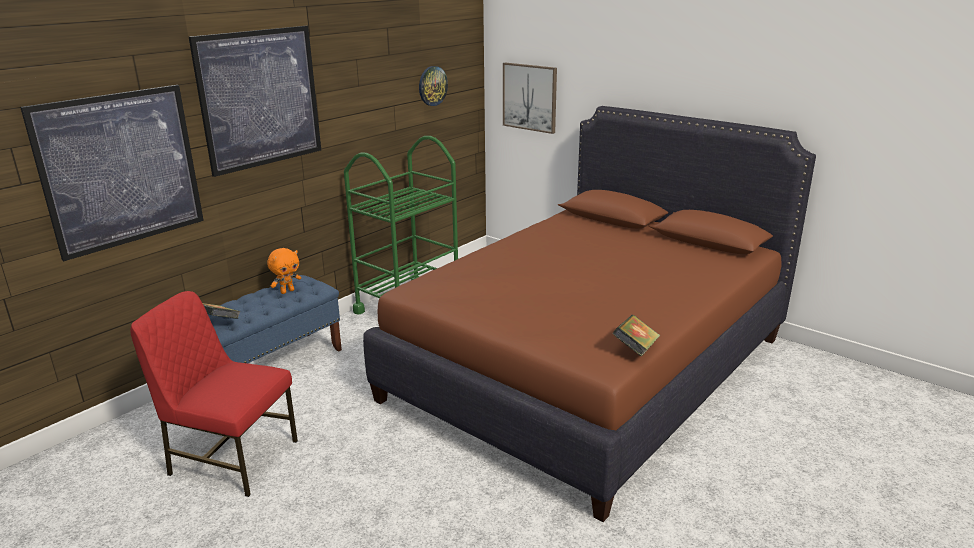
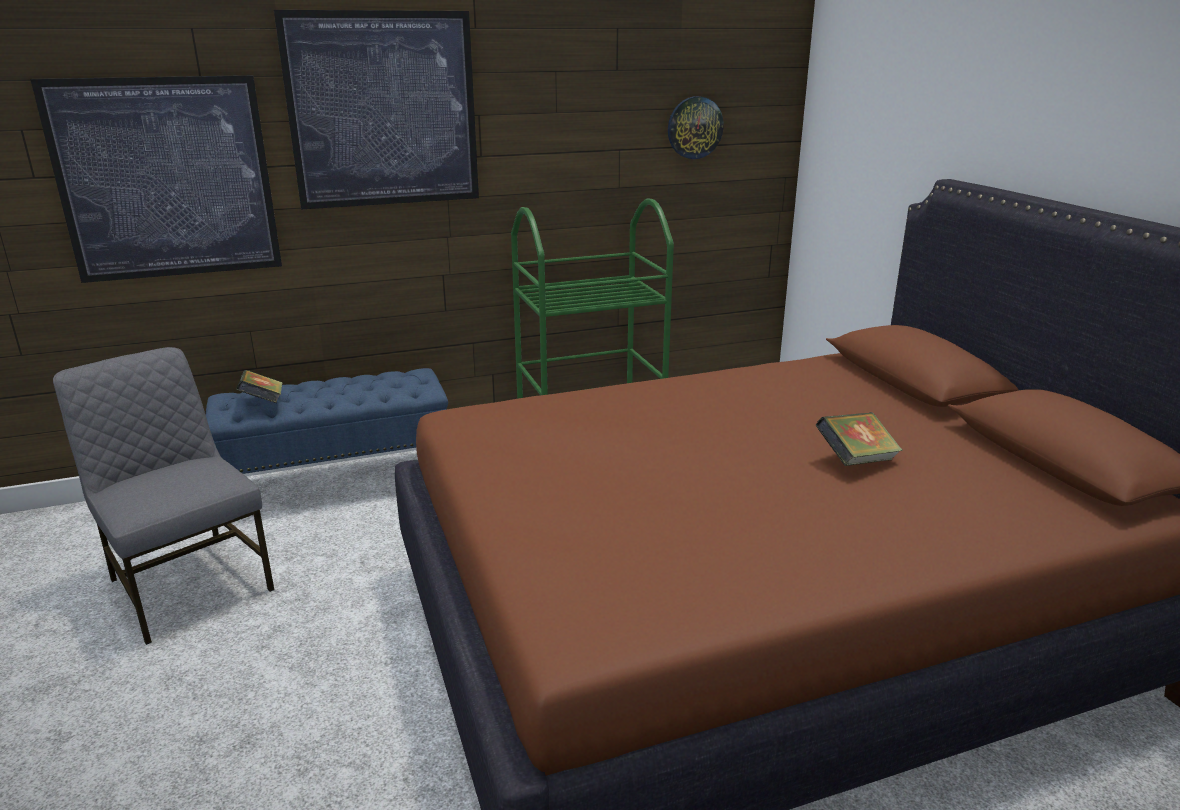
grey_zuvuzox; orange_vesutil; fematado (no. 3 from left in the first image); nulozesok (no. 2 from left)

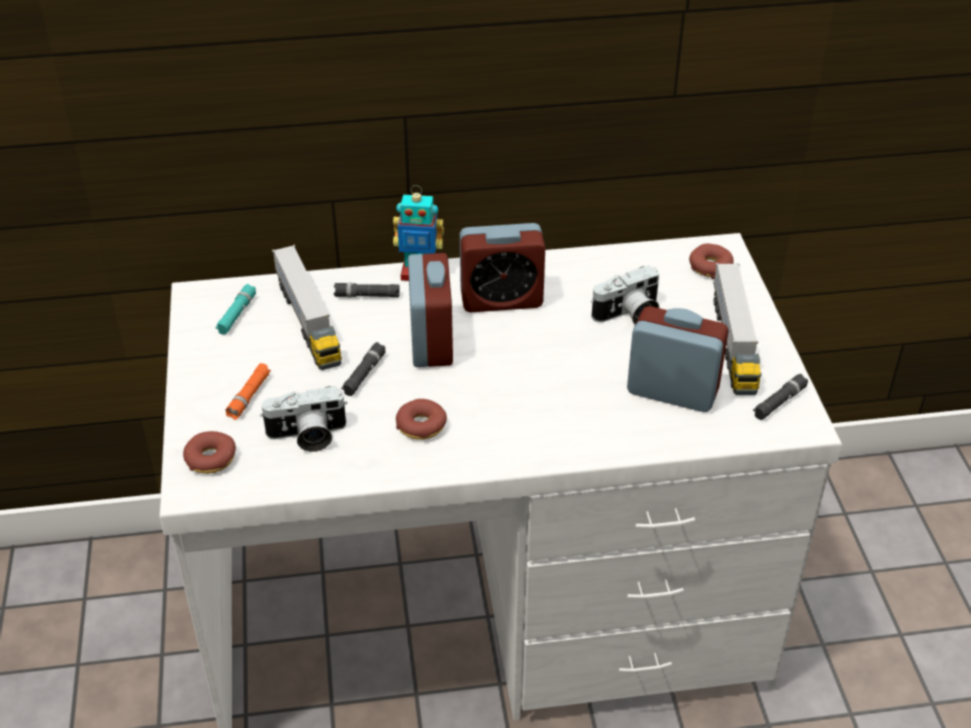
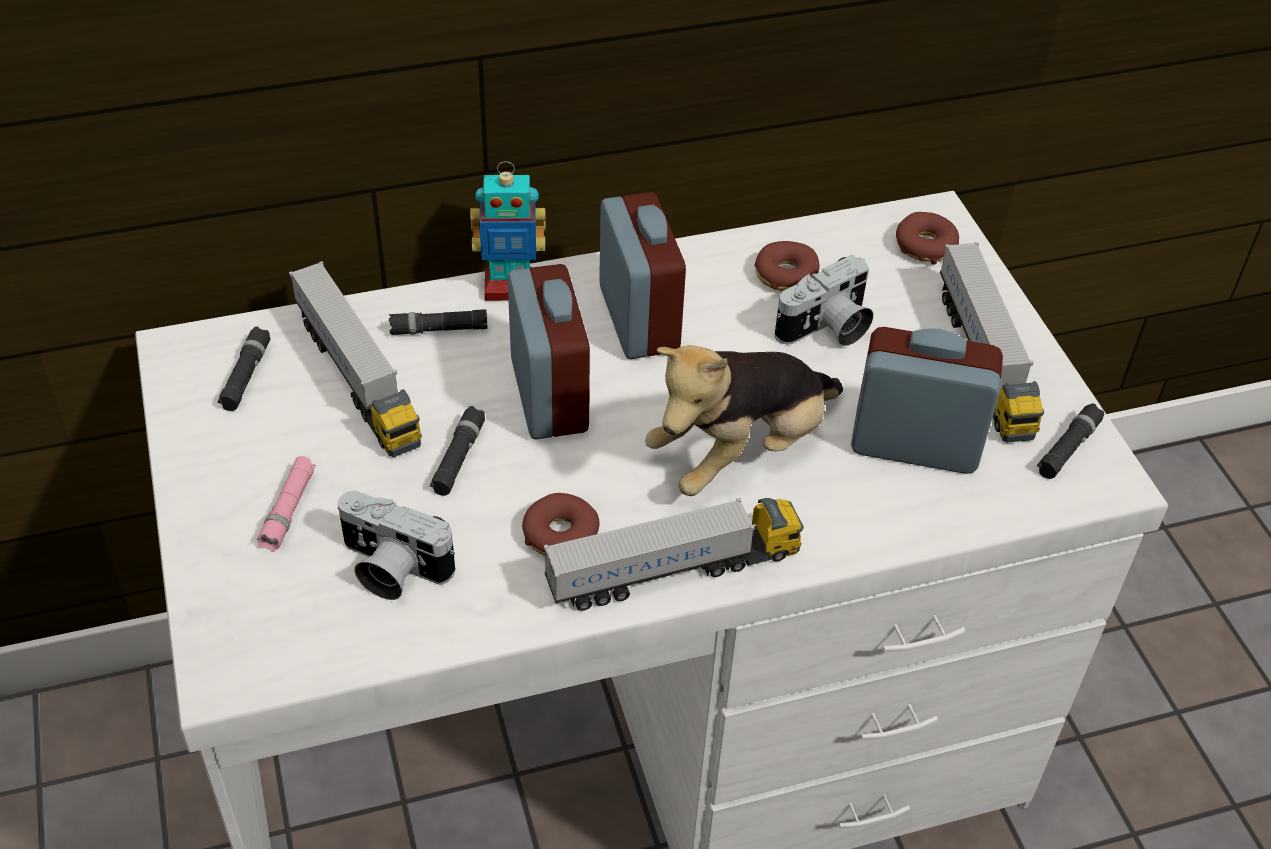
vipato (no. 2 from left); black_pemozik (no. 1 from left); pink_pemozik; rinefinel (no. 1 from left); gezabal (no. 2 from left); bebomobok (no. 2 from left); vesutil

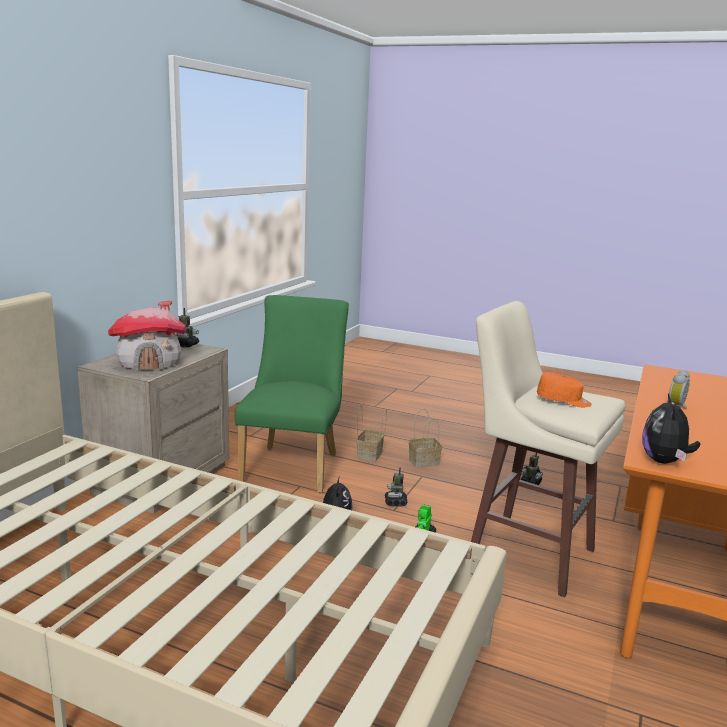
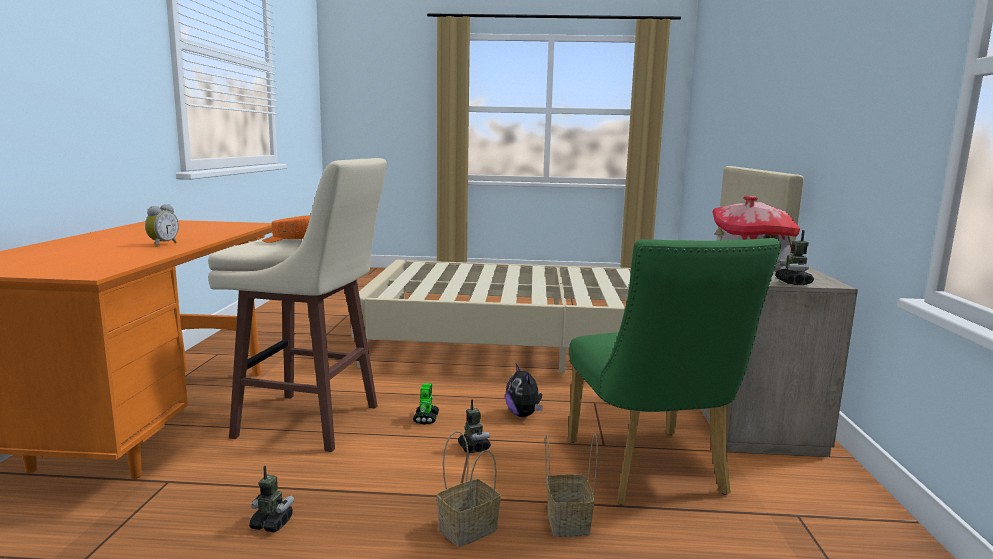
vesutil (no. 2 from left in the first image)

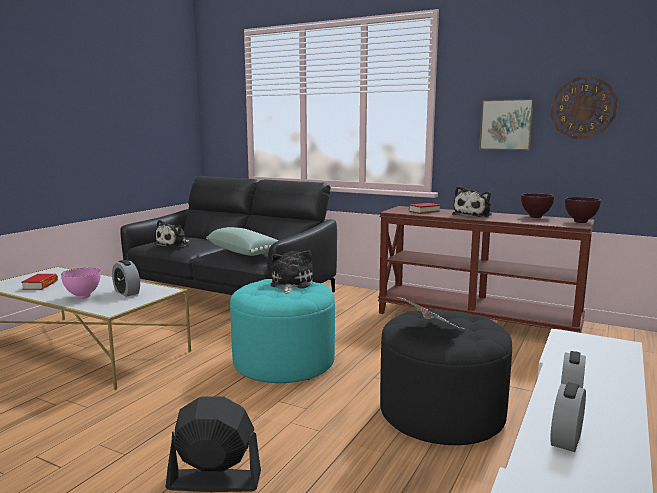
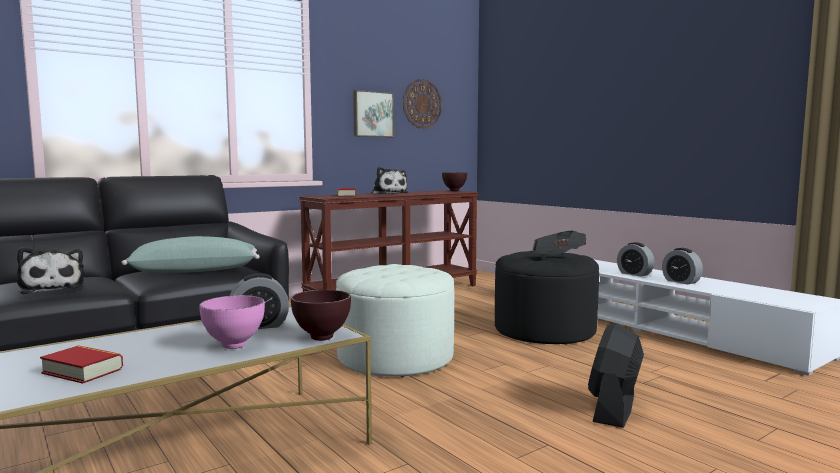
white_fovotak; vesutil (no. 2 from left in the first image); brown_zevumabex (no. 1 from left)

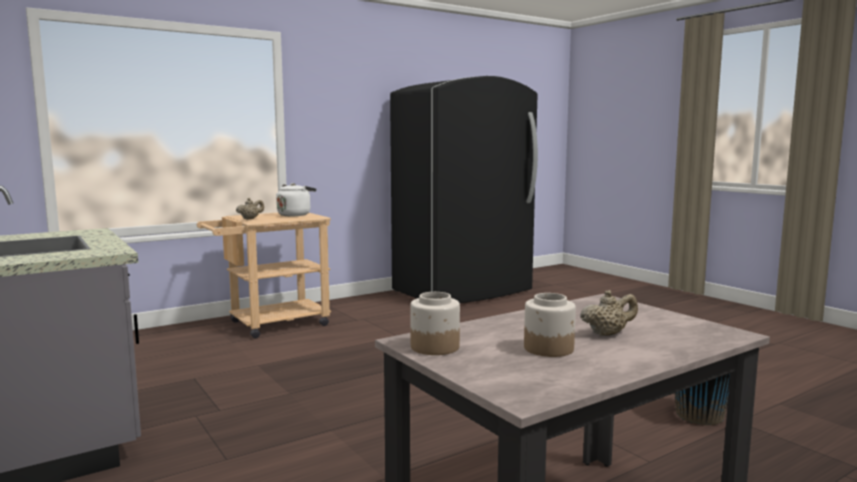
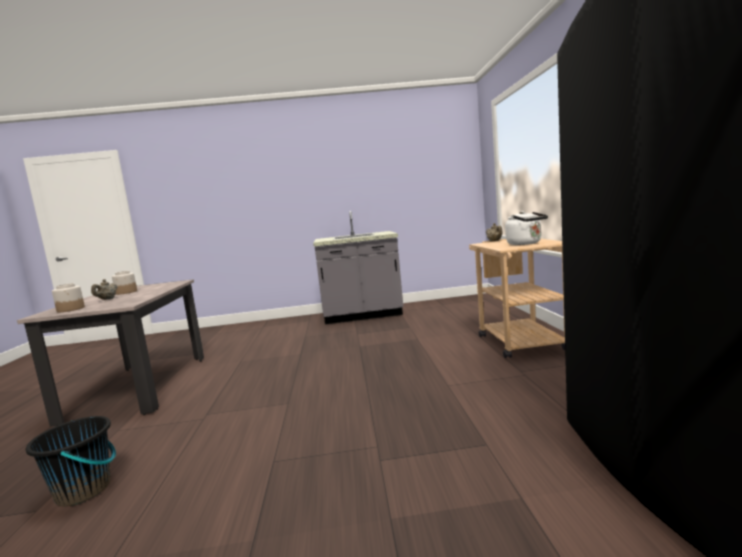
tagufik (no. 1 from left)

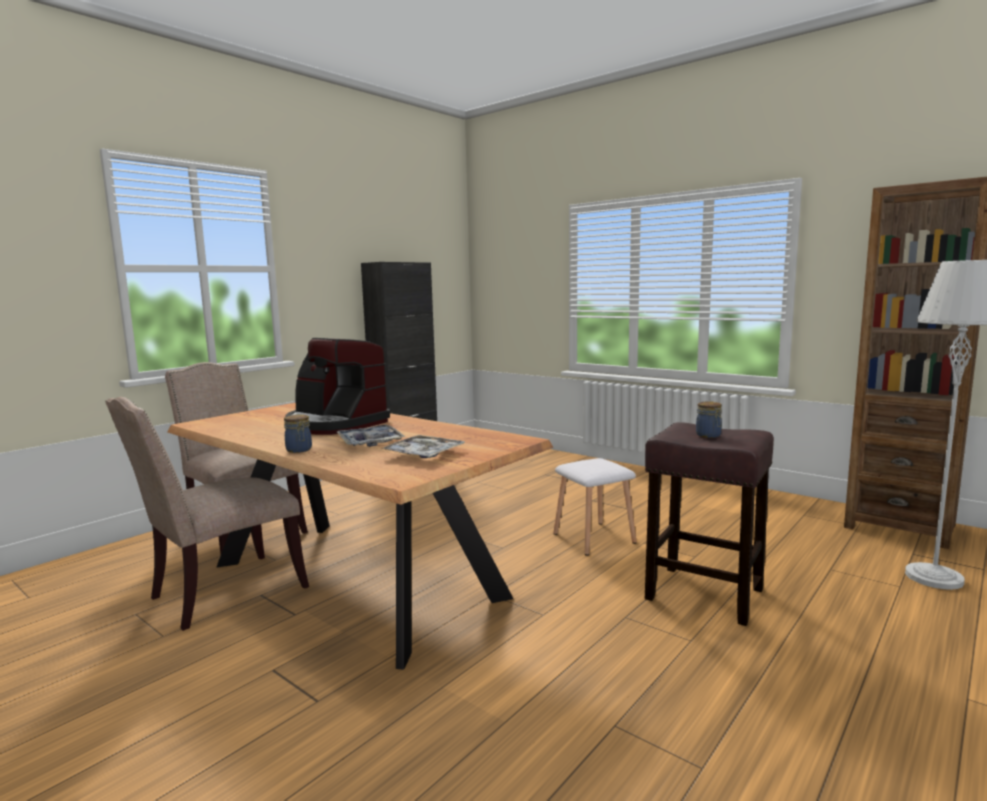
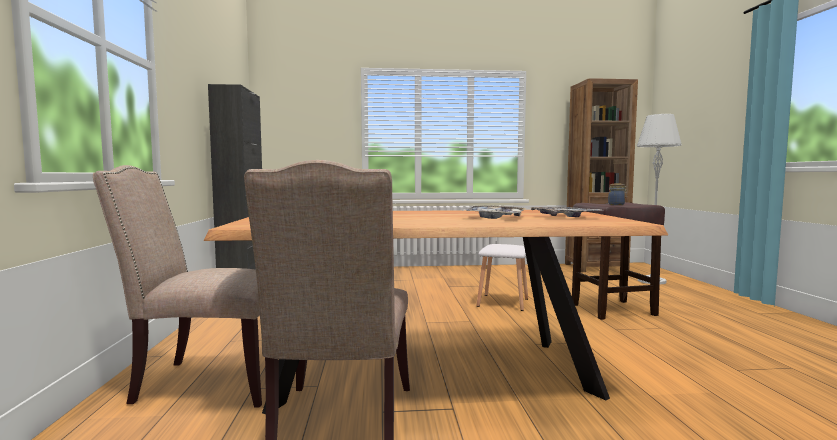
tagufik (no. 1 from left in the first image); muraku

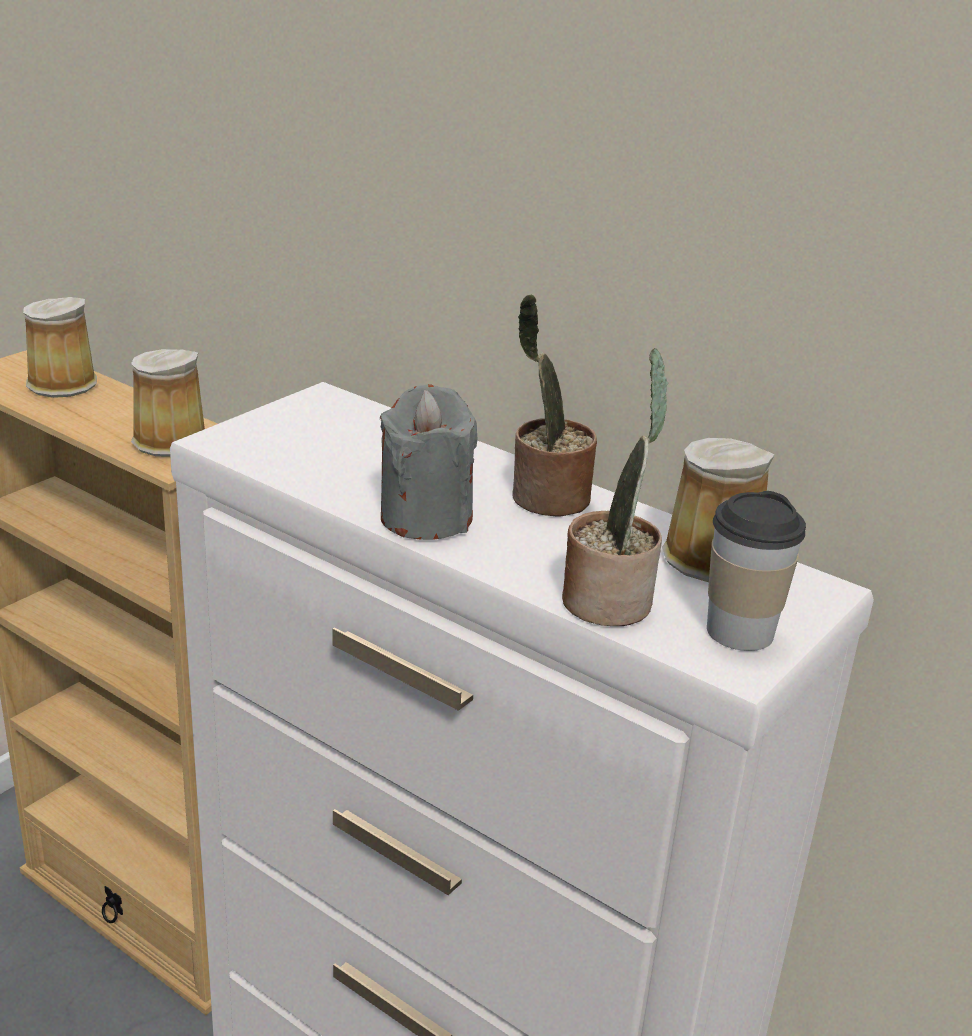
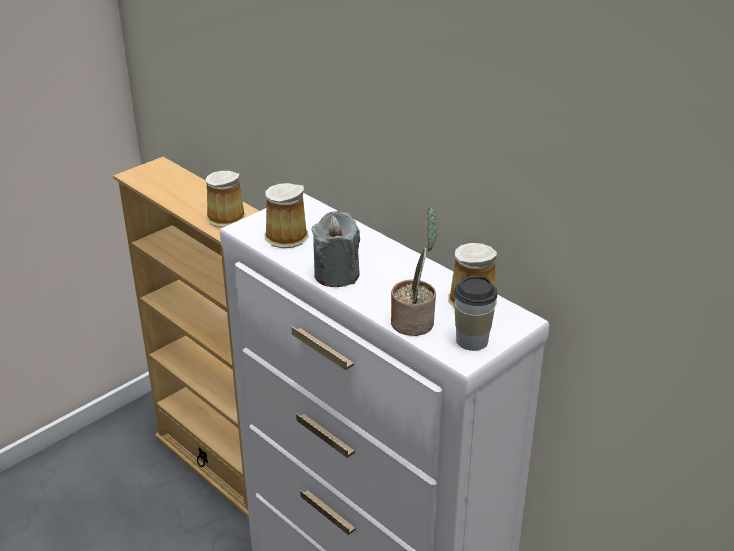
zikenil (no. 2 from left); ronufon (no. 1 from left in the first image)

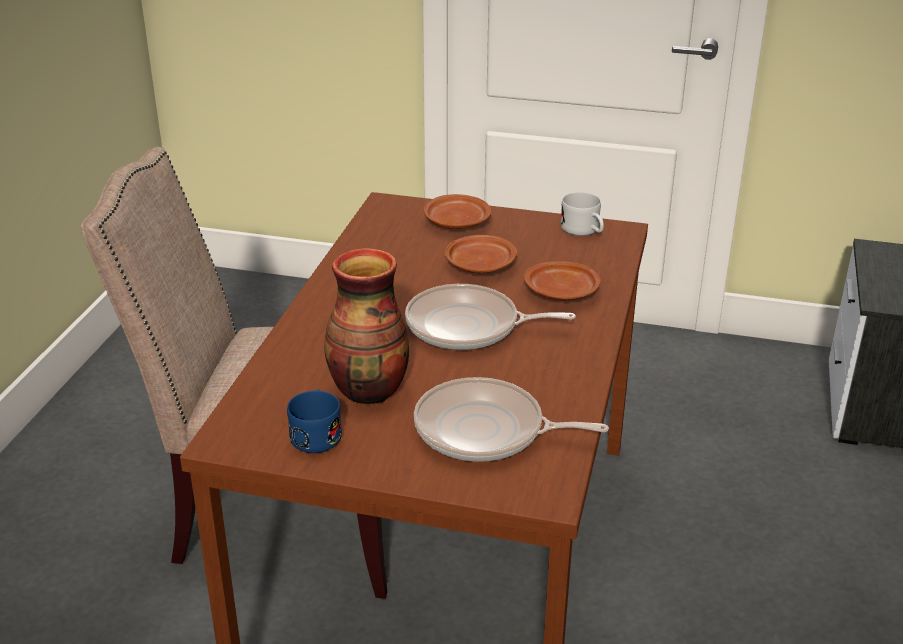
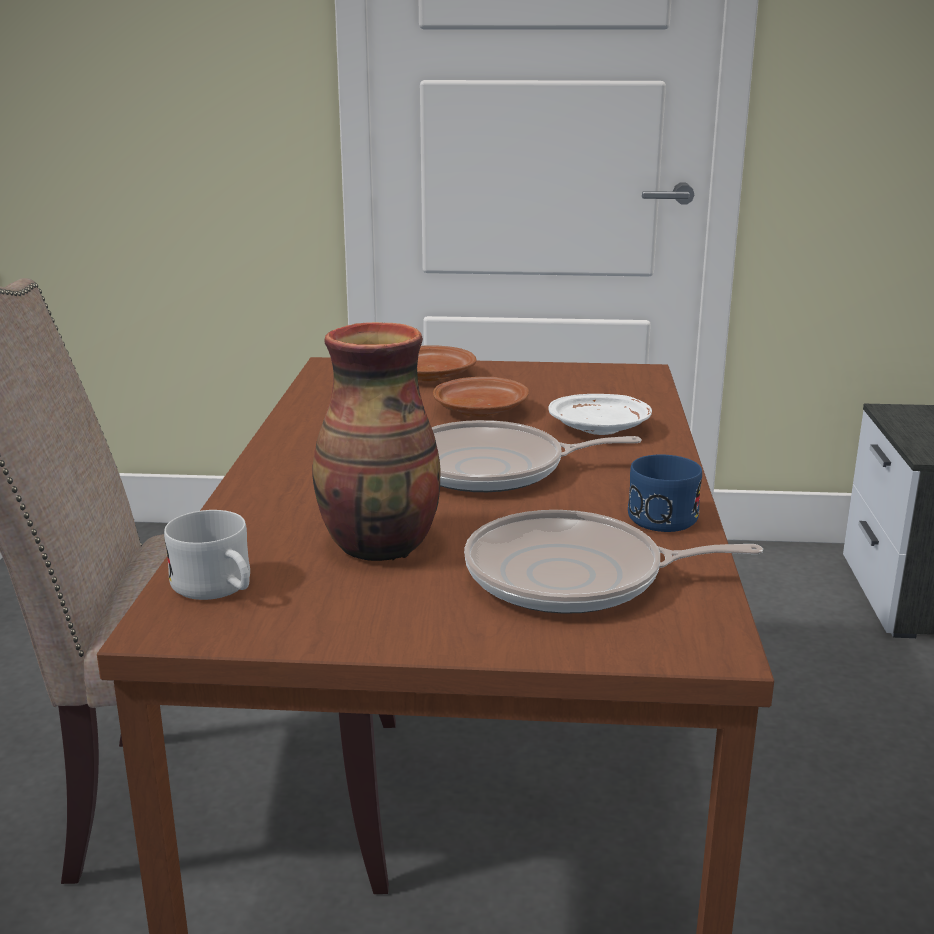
blue_zikenil; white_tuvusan; white_zikenil

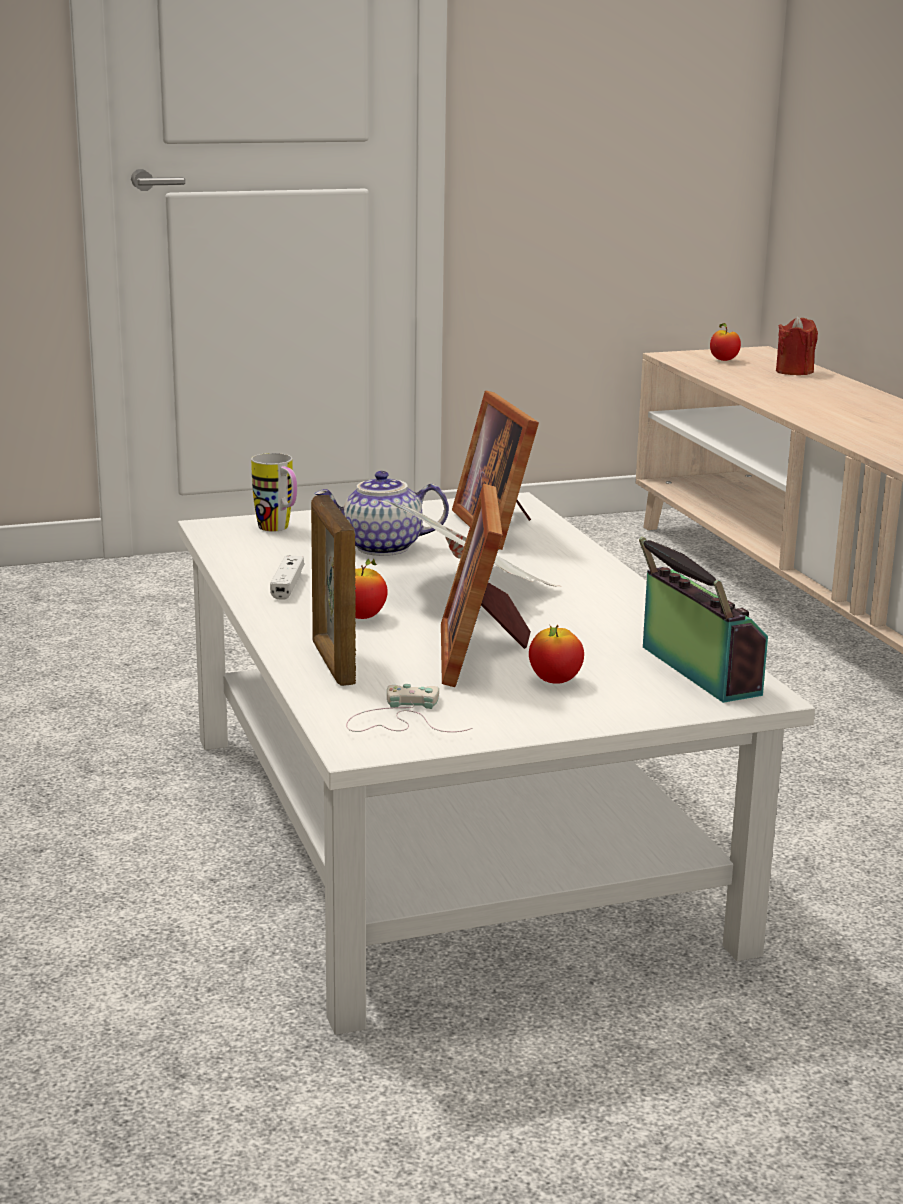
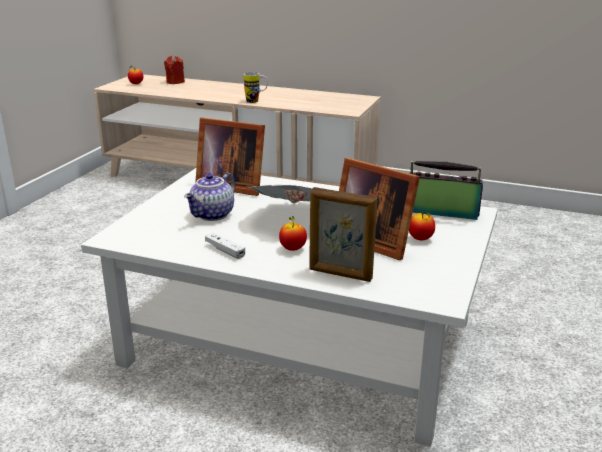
zikenil; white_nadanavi (no. 2 from left in the first image)

